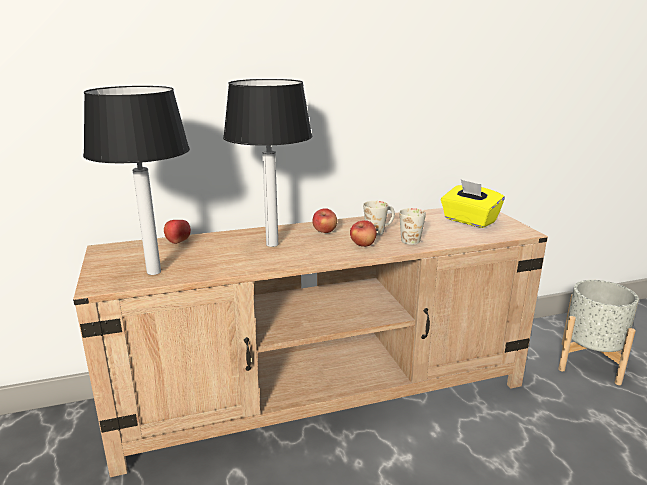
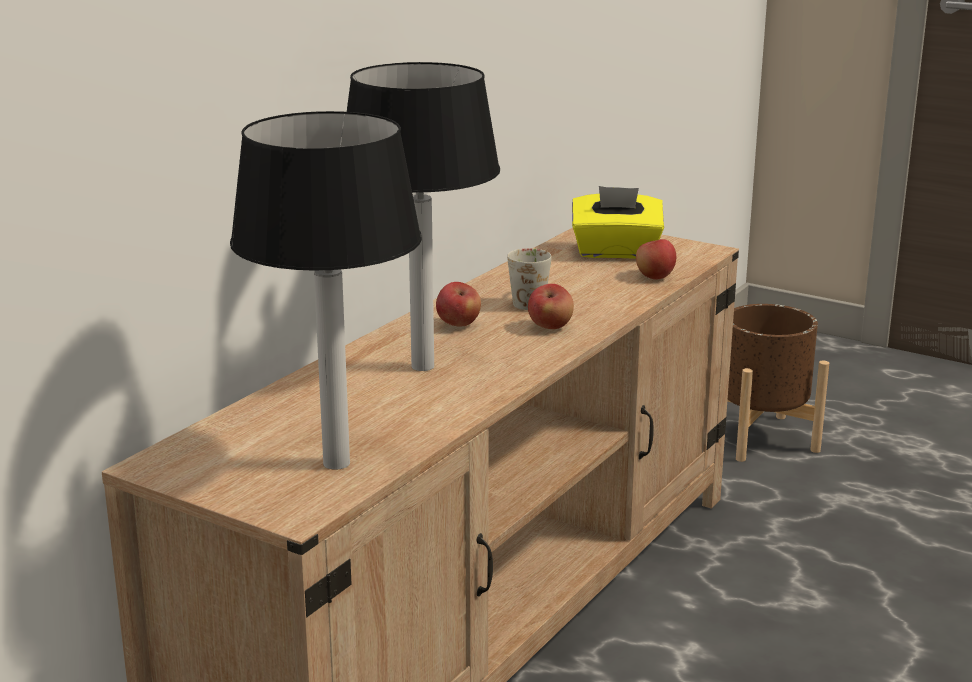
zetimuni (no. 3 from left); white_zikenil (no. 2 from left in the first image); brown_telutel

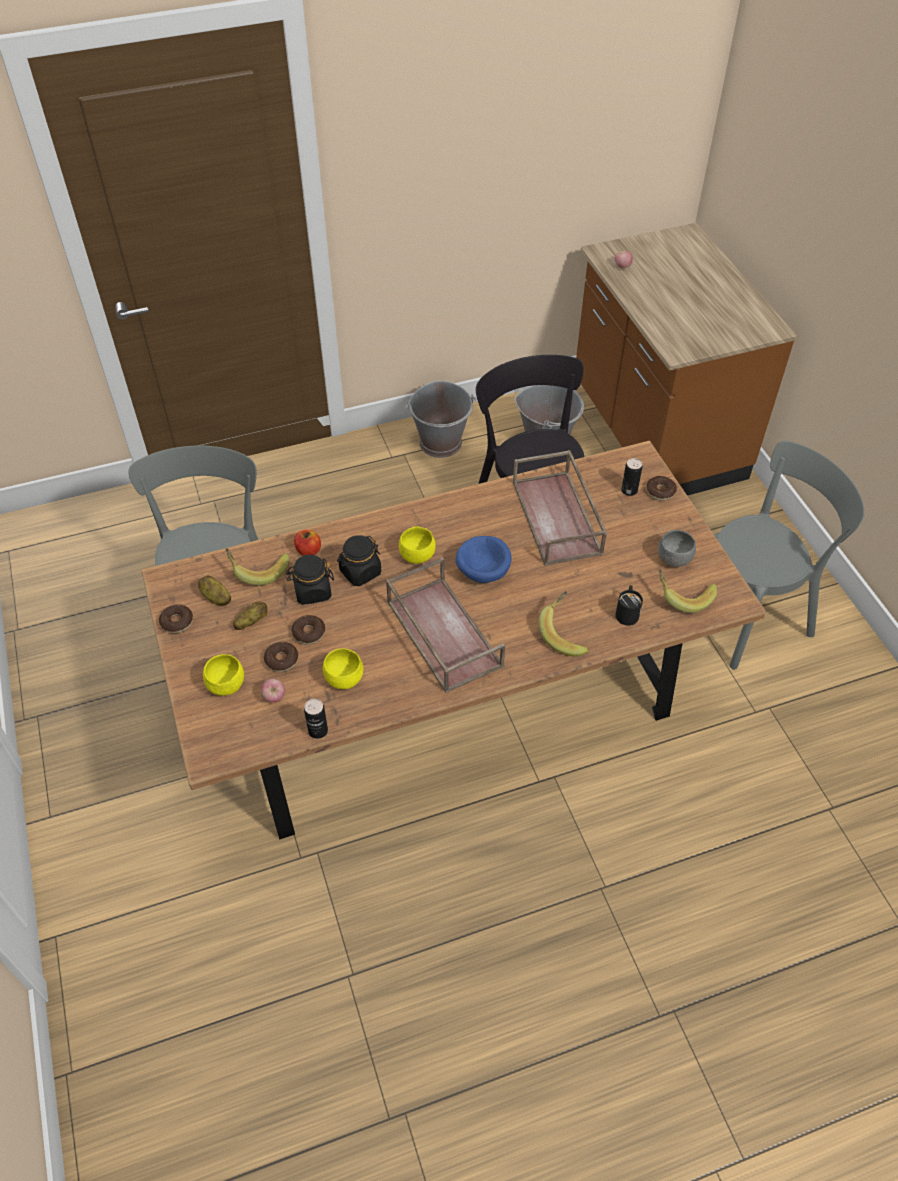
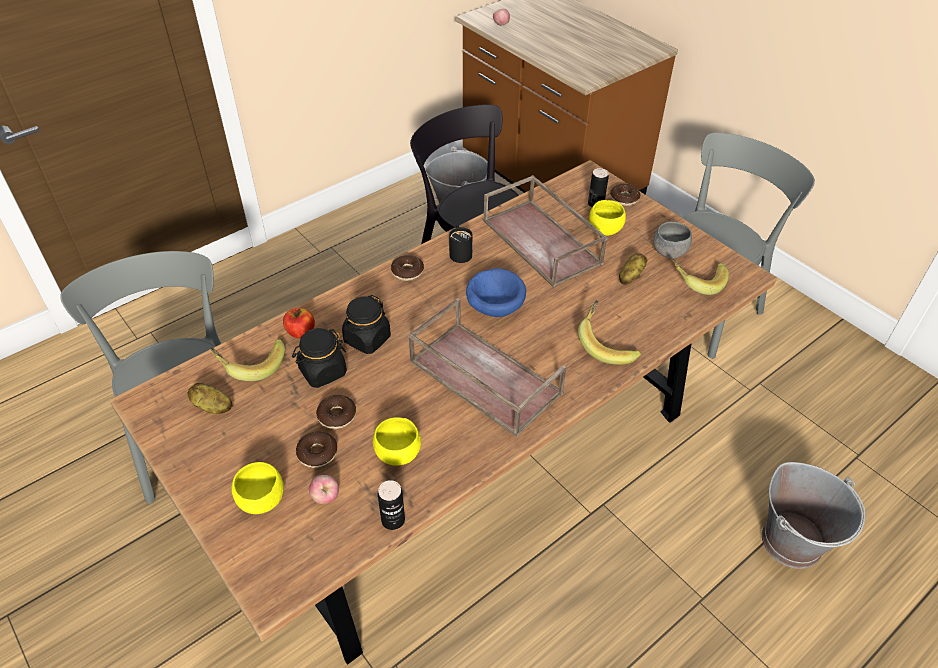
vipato (no. 3 from left); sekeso (no. 2 from left); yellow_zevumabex (no. 3 from left); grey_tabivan (no. 2 from left); black_zikenil

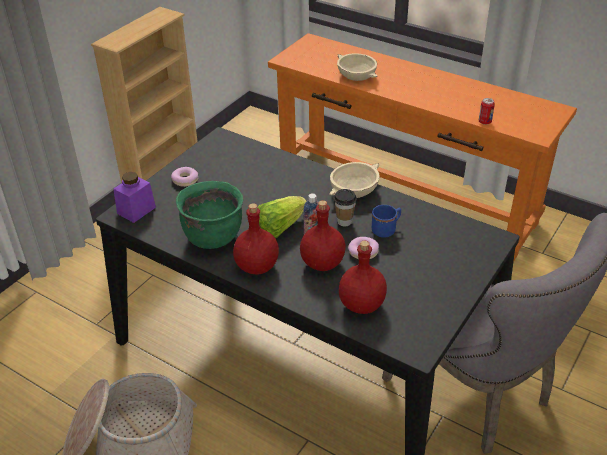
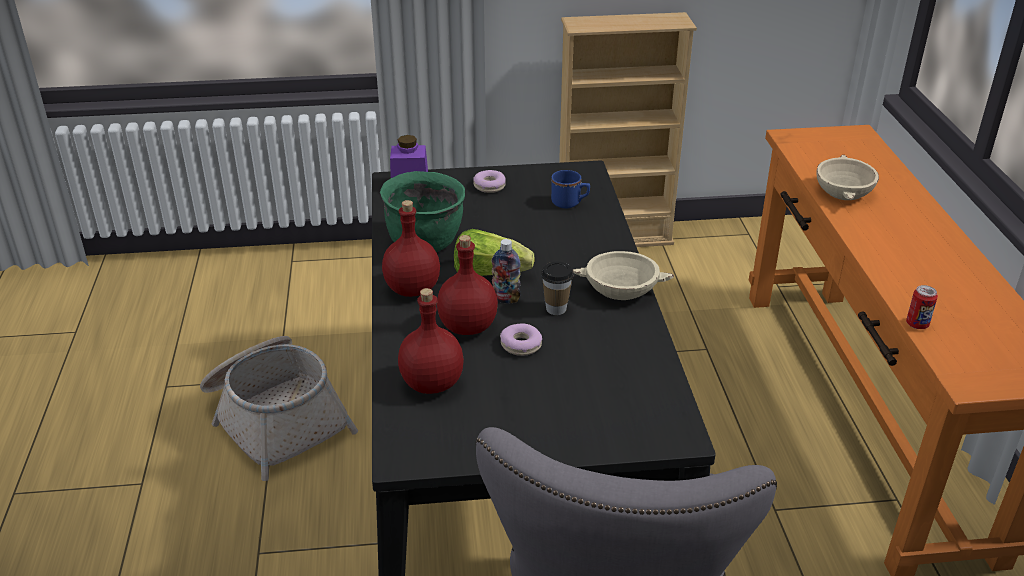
blue_zikenil

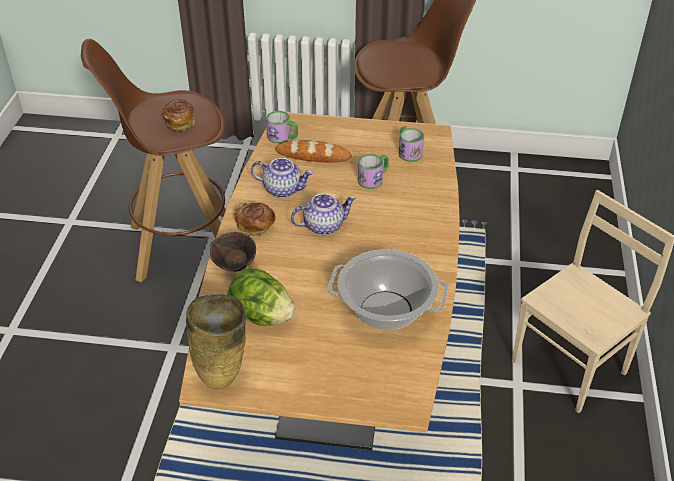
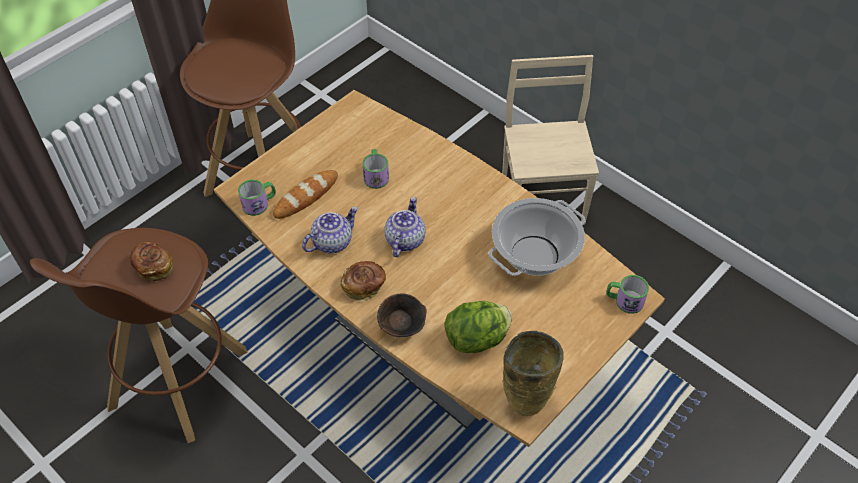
zikenil (no. 3 from left)

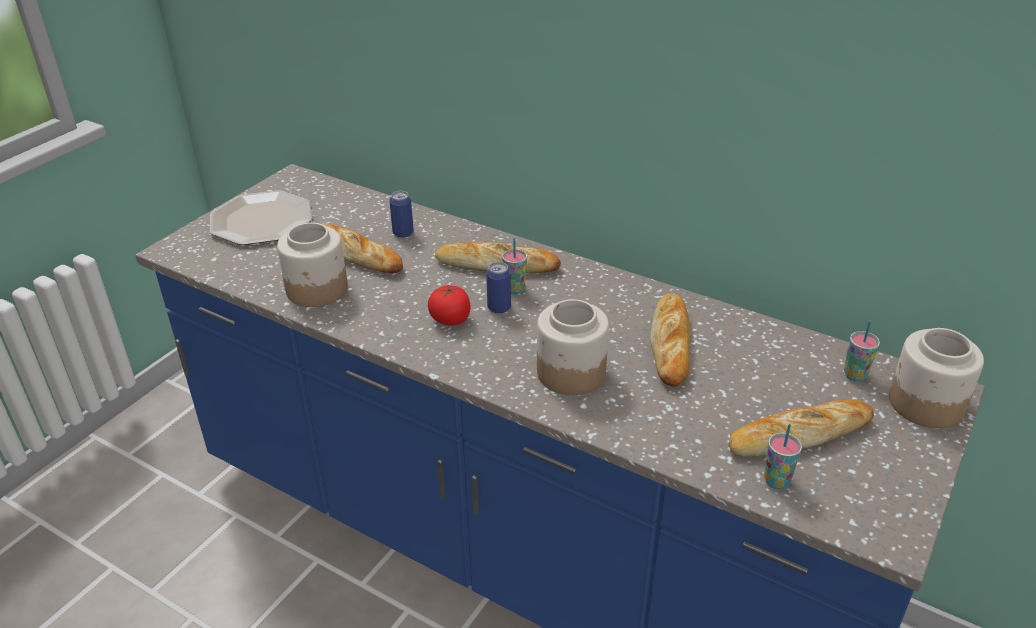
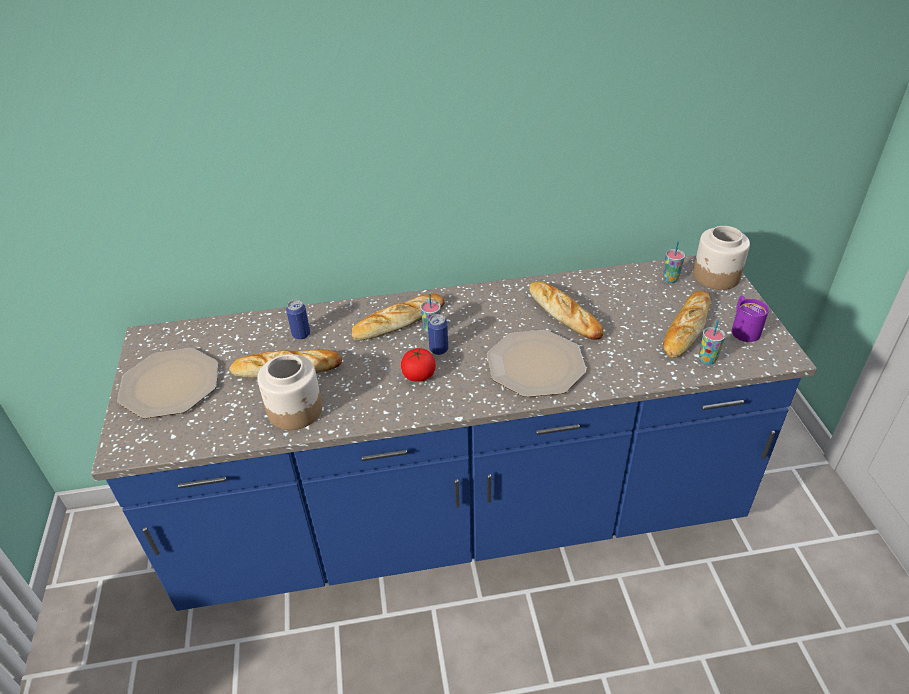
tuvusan (no. 2 from left); purple_zikenil

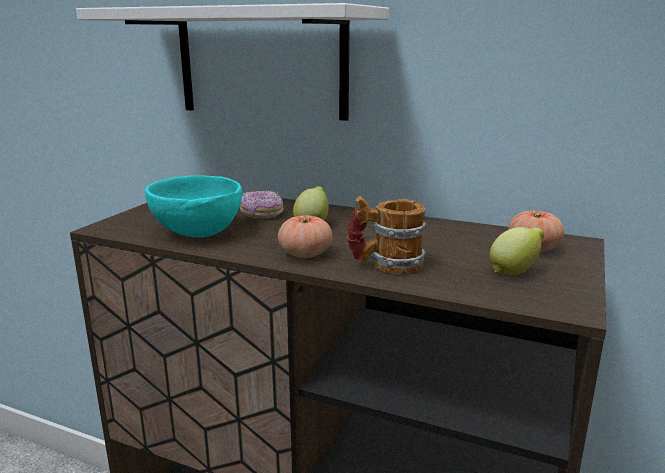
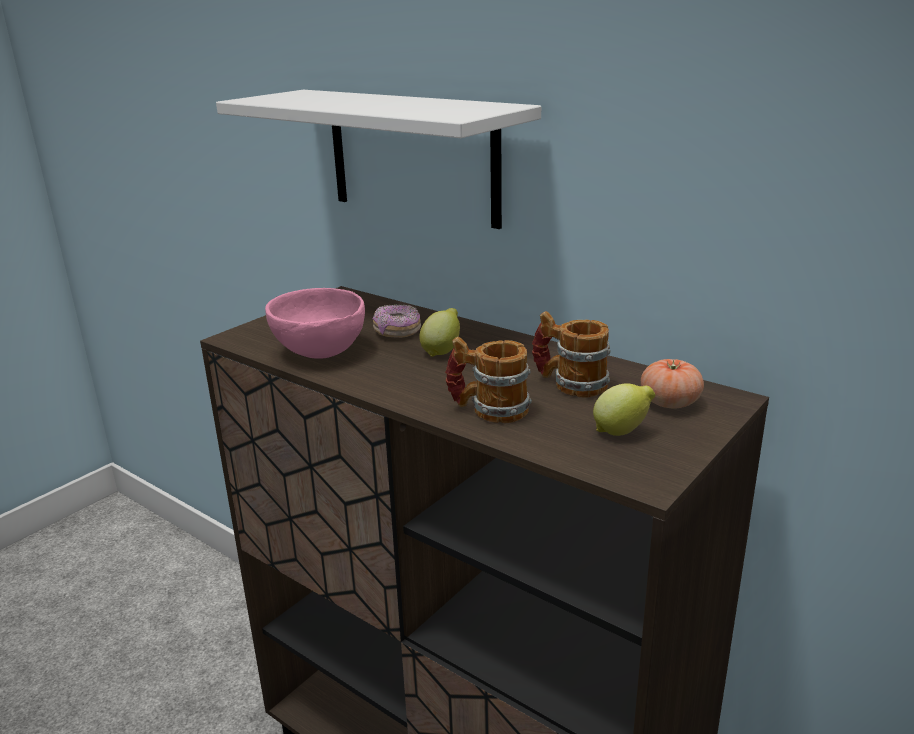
pink_zevumabex; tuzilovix (no. 1 from left in the first image); zikenil (no. 2 from left)

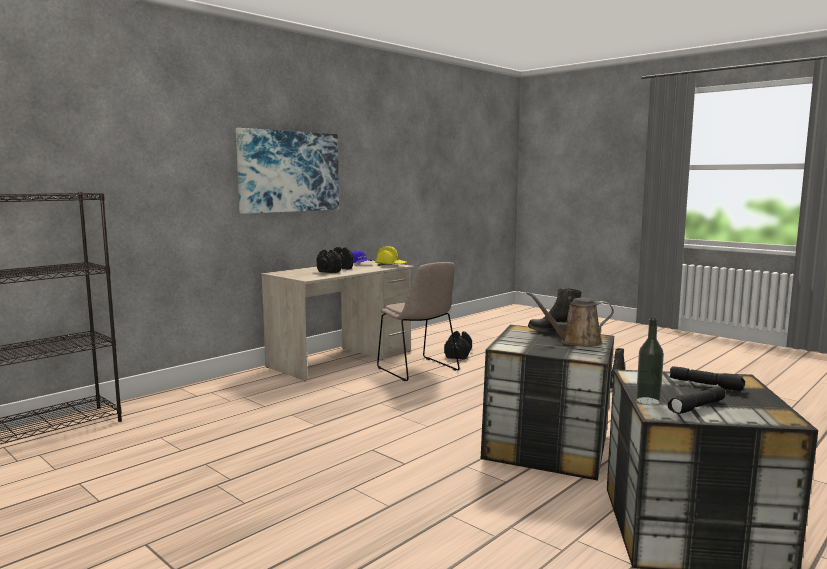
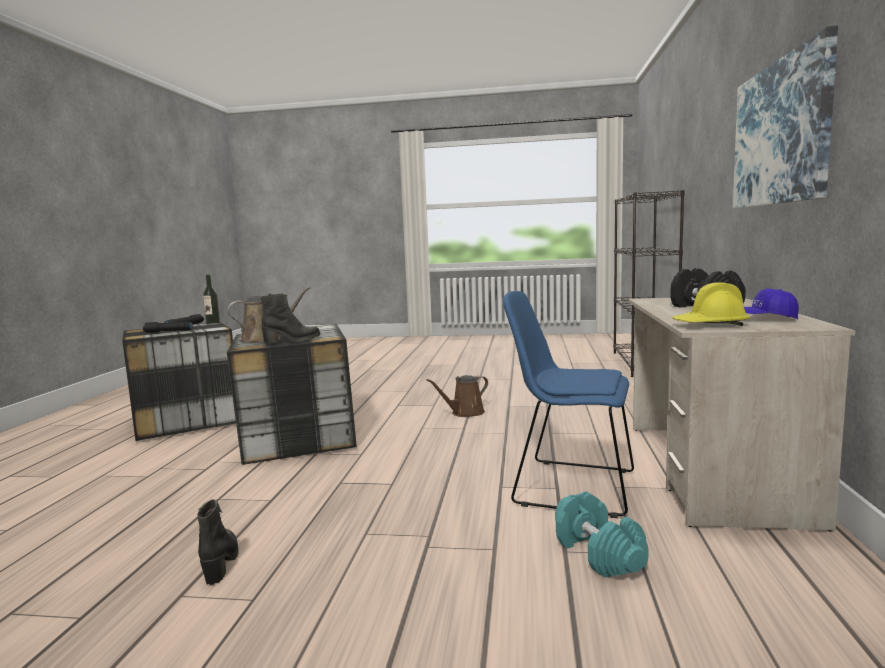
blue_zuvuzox; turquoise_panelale; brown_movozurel (no. 2 from left)

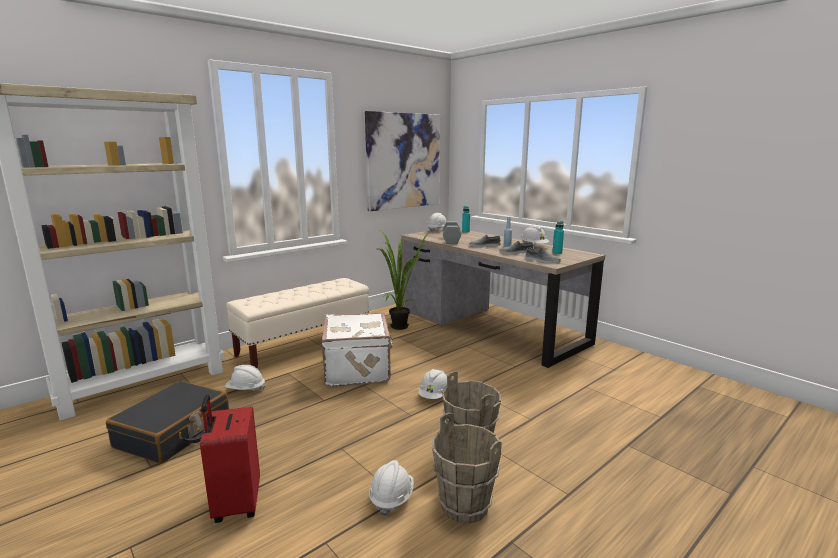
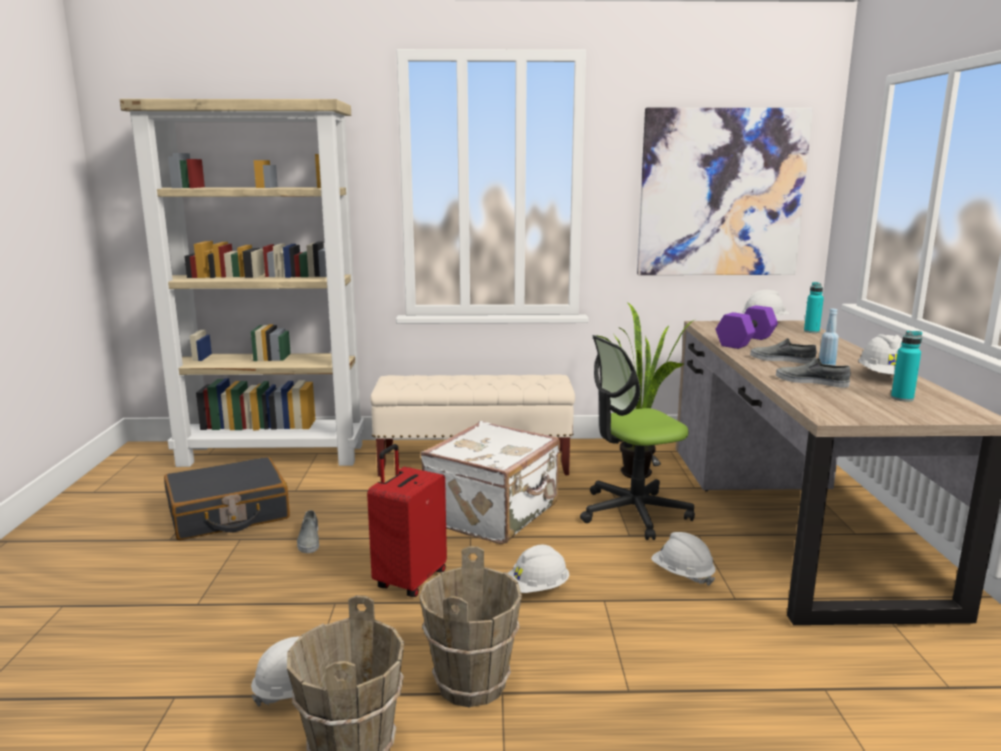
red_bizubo; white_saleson (no. 3 from left); purple_panelale; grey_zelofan (no. 1 from left); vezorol

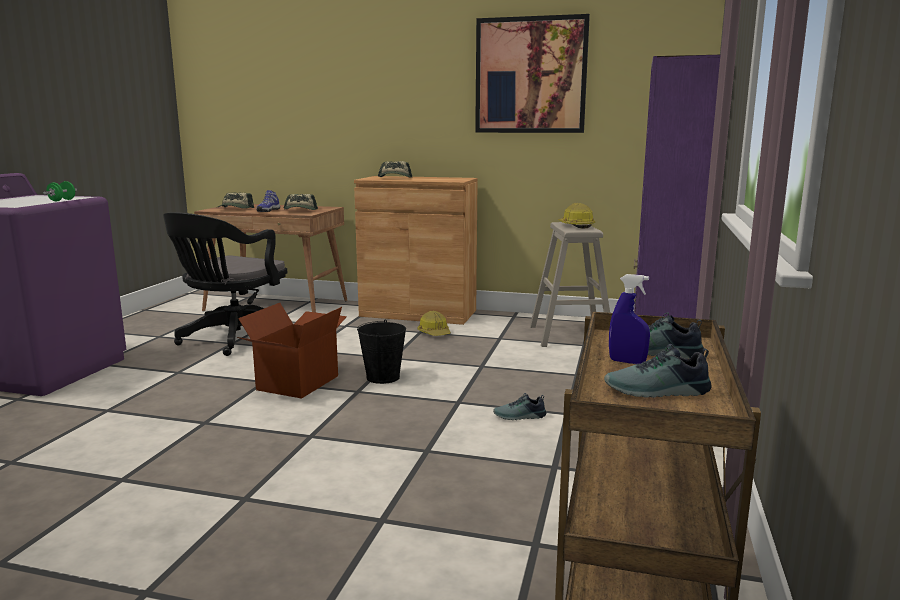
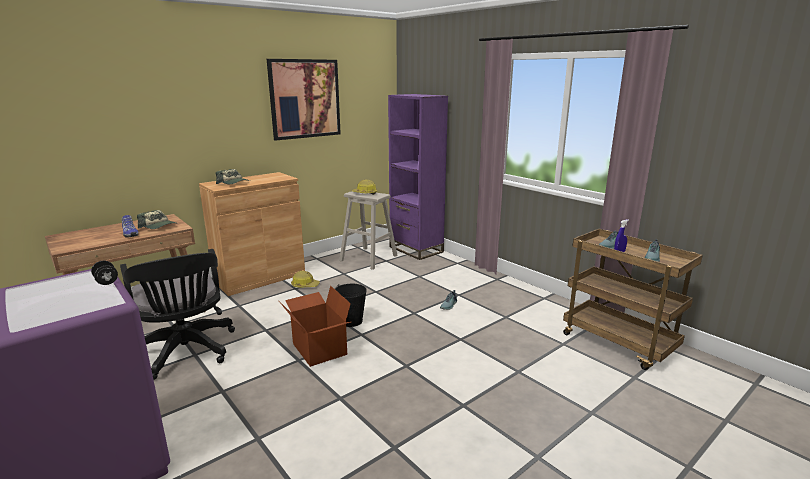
black_panelale; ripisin (no. 1 from left in the first image)

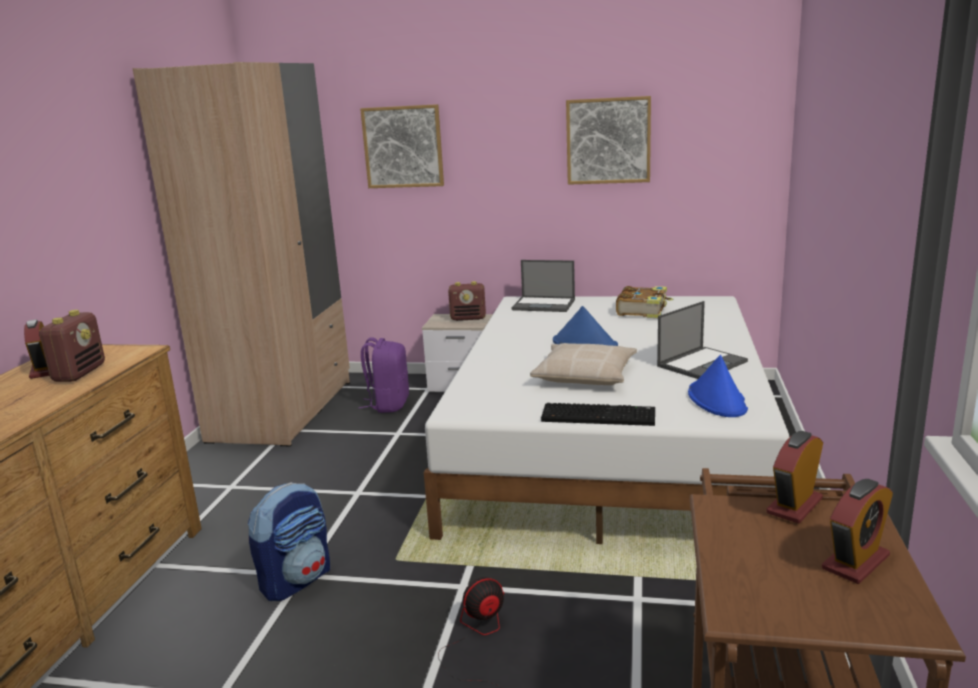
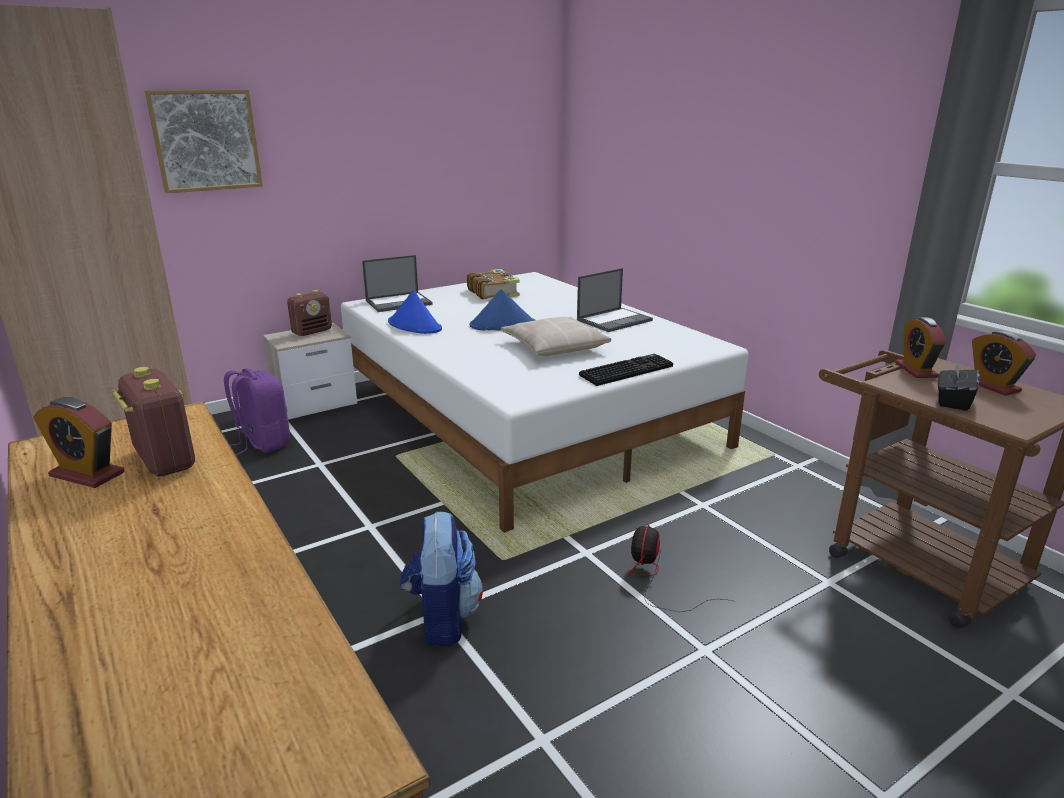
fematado (no. 2 from left in the first image); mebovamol (no. 2 from left); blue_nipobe (no. 1 from left); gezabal (no. 3 from left); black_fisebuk

